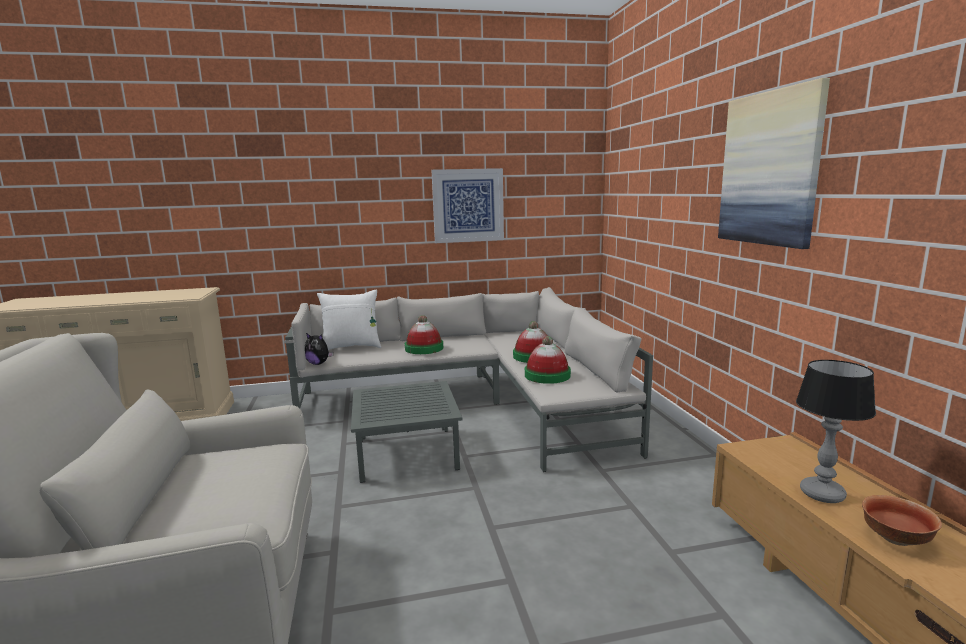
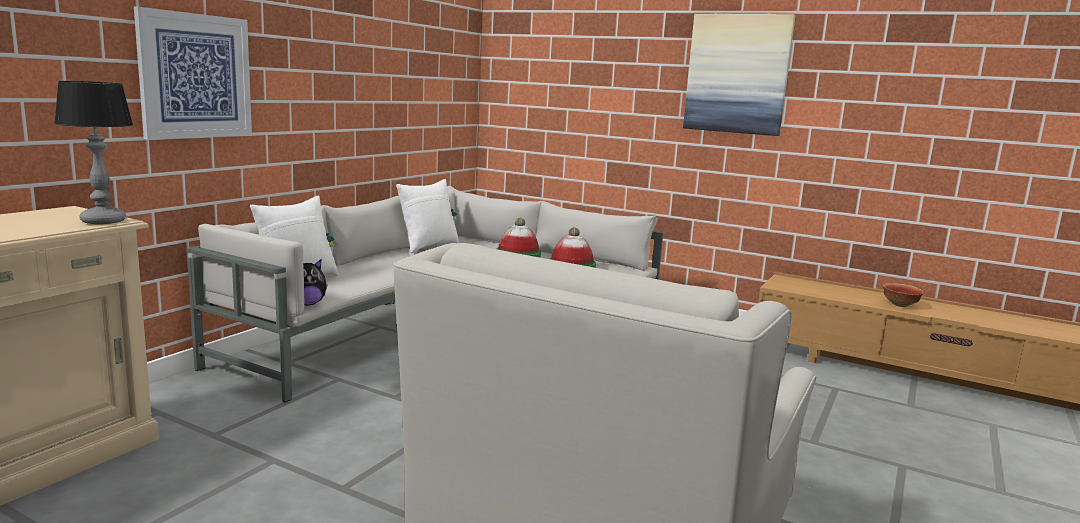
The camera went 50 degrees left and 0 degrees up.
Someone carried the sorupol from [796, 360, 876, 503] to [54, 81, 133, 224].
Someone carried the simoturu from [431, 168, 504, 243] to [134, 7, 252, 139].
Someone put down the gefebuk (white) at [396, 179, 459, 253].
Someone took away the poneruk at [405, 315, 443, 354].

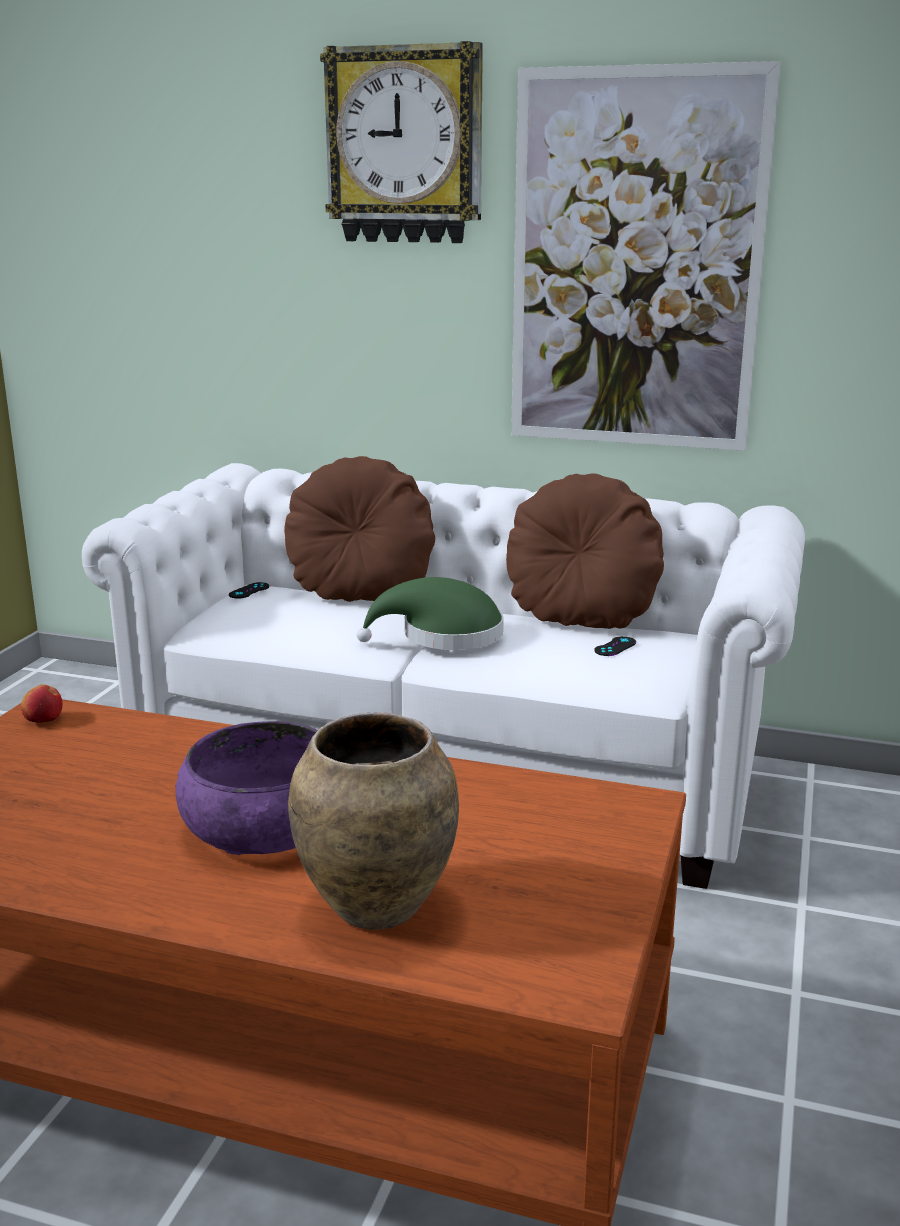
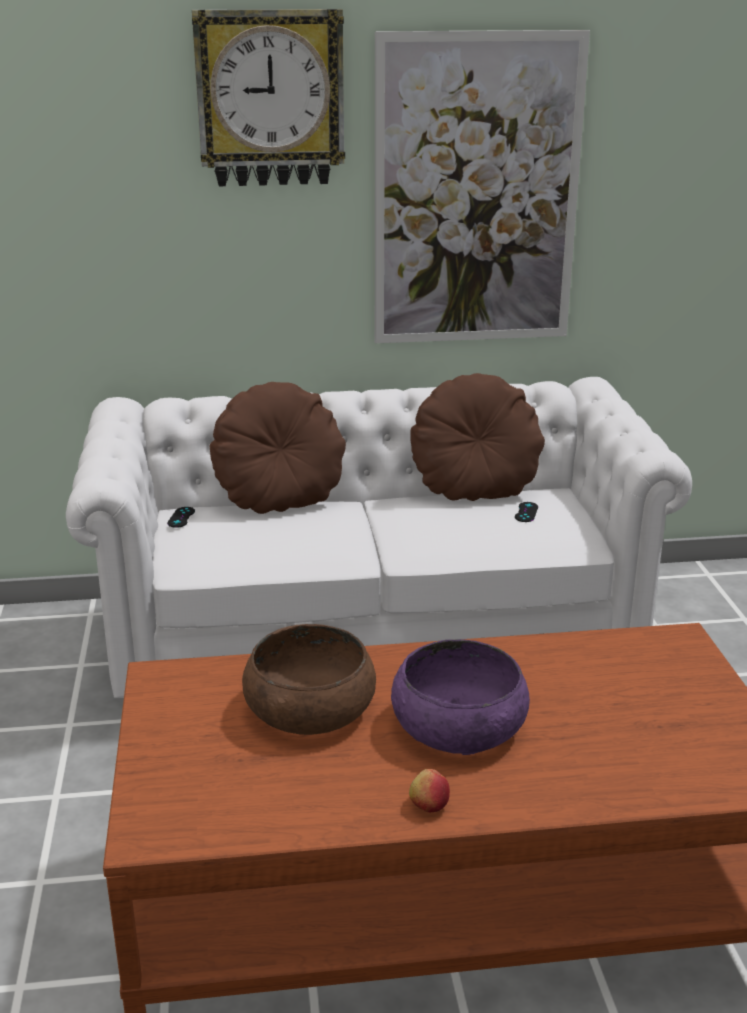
The camera went 25 degrees left and 5 degrees up.
Someone put down the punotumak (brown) at [242, 624, 376, 735].
Someone carried the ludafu from [21, 684, 63, 723] to [409, 769, 450, 812].
Someone took away the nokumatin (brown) at [288, 712, 459, 930].
Someone took away the poneruk (green) at [357, 577, 504, 650].

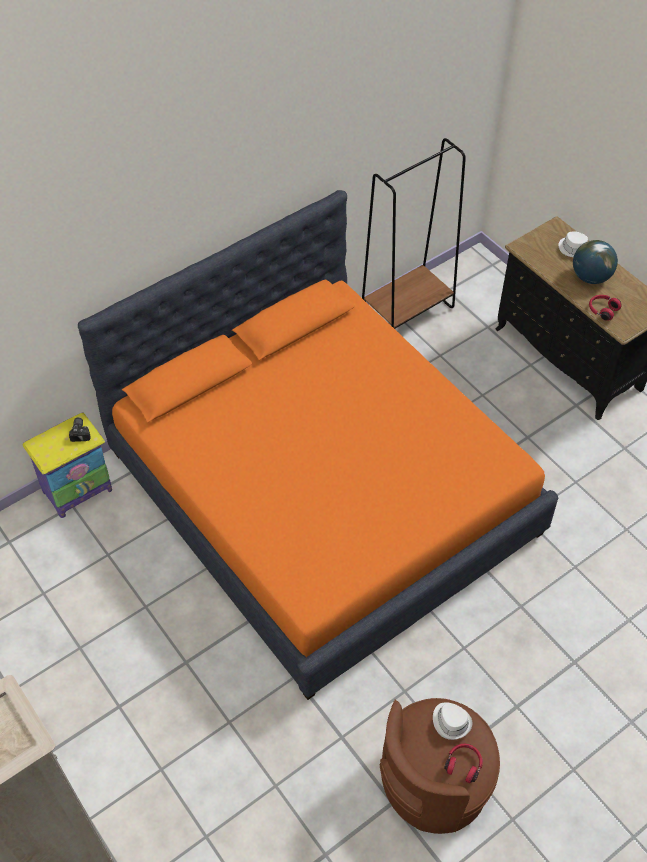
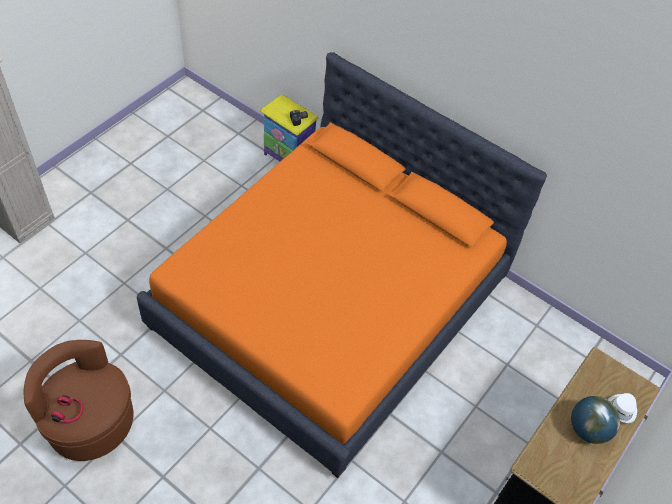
The camera went 70 degrees right and 0 degrees up.
Someone took away the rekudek at [362, 138, 466, 329].
Someone took away the poneruk (white) at [433, 702, 473, 740].
Someone took away the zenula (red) at [589, 295, 622, 321].

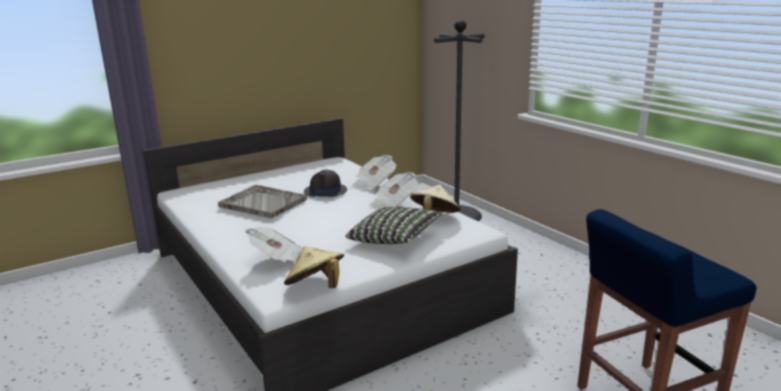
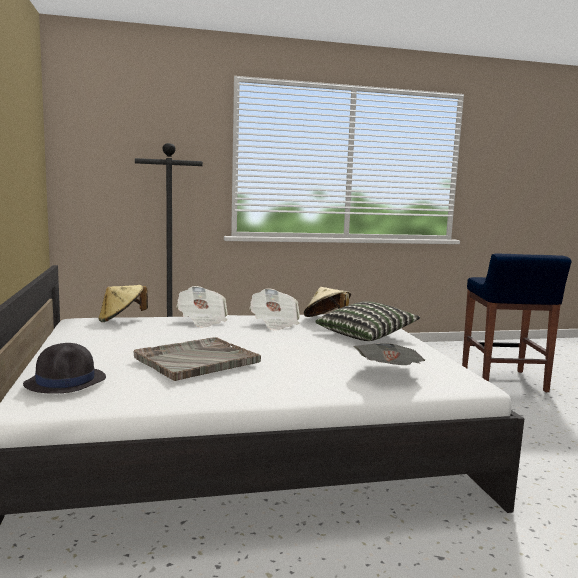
The camera went 70 degrees left and 10 degrees down.
Someone carried the poneruk (black) from [304, 170, 347, 197] to [23, 343, 106, 394].
Someone carried the poneruk (beige) from [284, 246, 344, 288] to [99, 285, 148, 322].

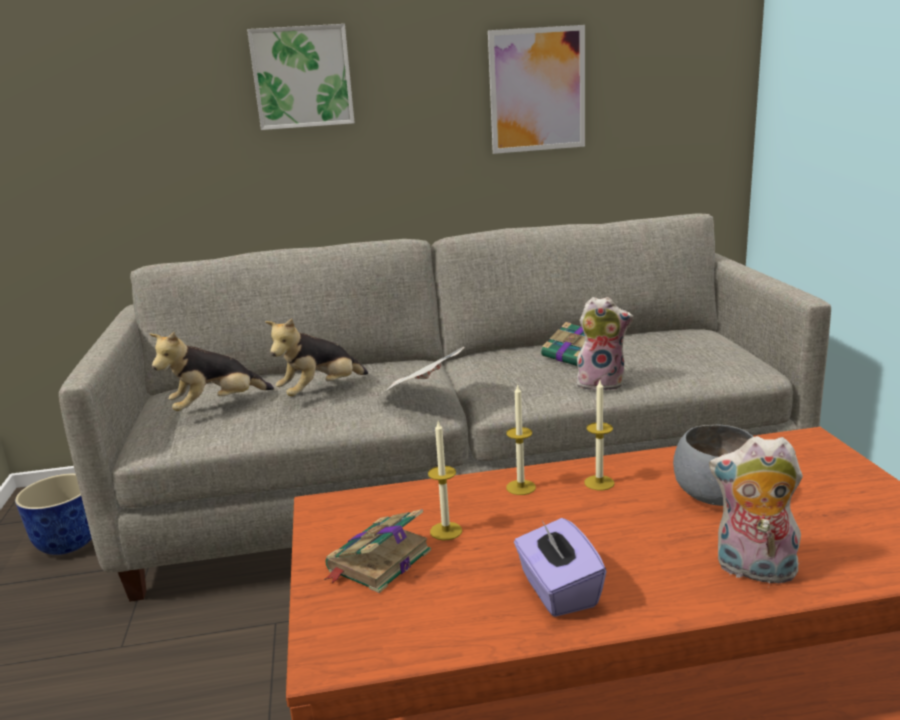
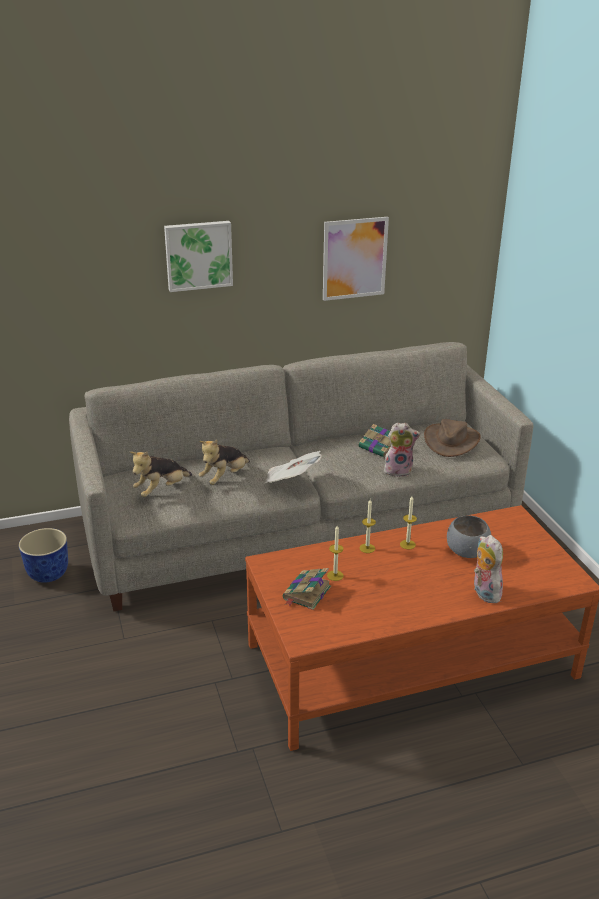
The camera went 10 degrees left and 10 degrees up.
Someone put down the poneruk (brown) at [424, 419, 481, 457].
Someone rotated the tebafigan at [709, 436, 803, 588] by 60 degrees clockwise.
Someone took away the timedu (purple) at [514, 518, 607, 617].

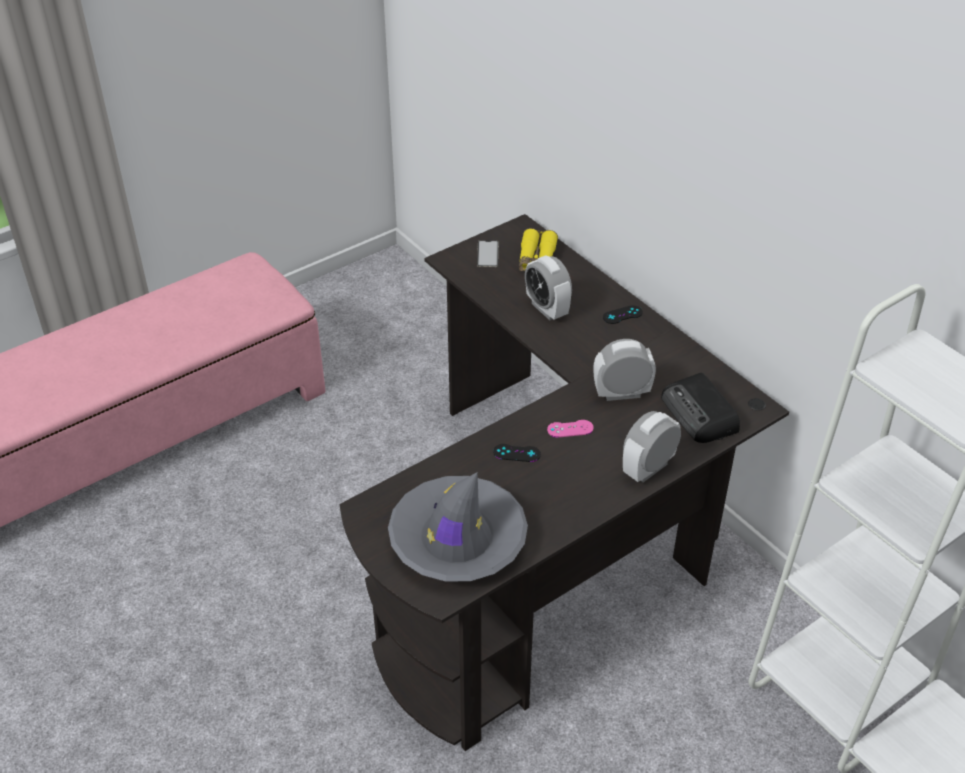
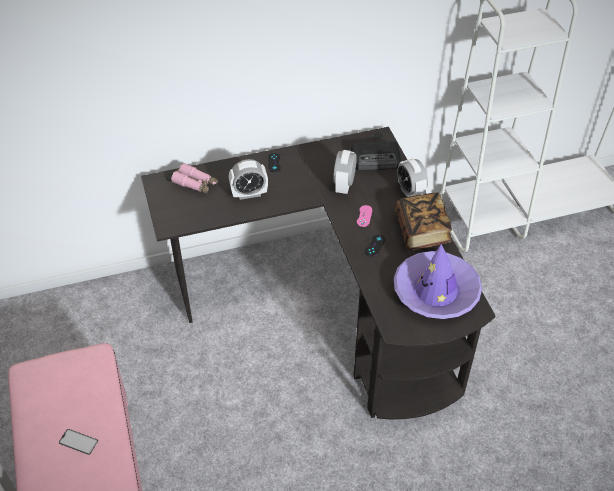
The camera went 70 degrees left and 5 degrees up.
Someone carried the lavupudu from [477, 240, 499, 267] to [59, 429, 98, 455].
Someone repainted the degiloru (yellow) at [519, 228, 558, 271], which became the degiloru (pink) at [171, 163, 218, 193].
Someone repainted the poneruk (grey) at [388, 472, 528, 582], which became the poneruk (purple) at [394, 244, 482, 319].
Someone put down the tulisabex at [395, 192, 452, 251].

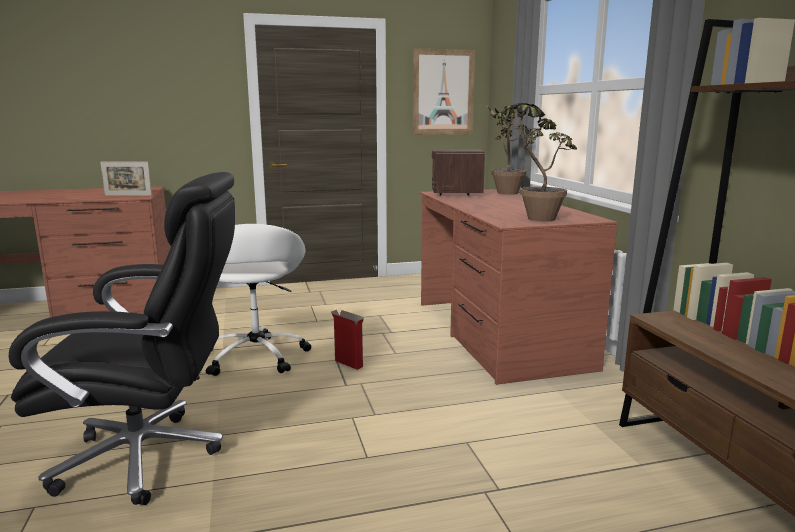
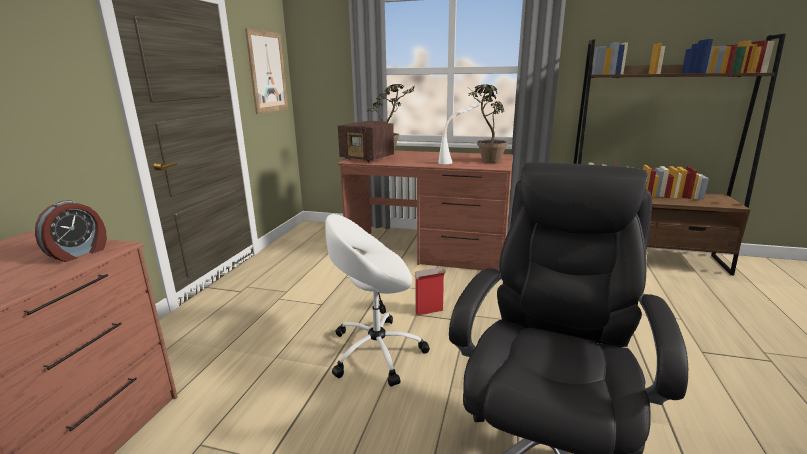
The camera went 60 degrees left and 5 degrees up.
Someone swapped the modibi at [100, 162, 152, 196] for the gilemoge at [35, 200, 107, 262].
Someone rotated the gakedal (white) at [206, 224, 311, 376] by 150 degrees clockwise.
Someone put down the sorupol (white) at [438, 103, 481, 164].

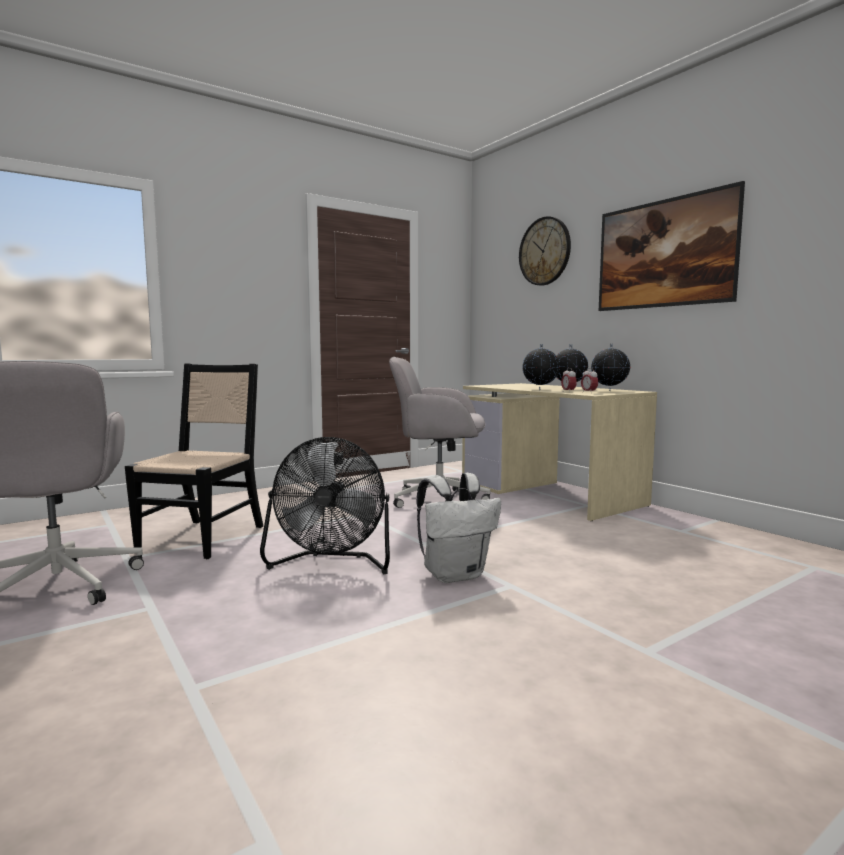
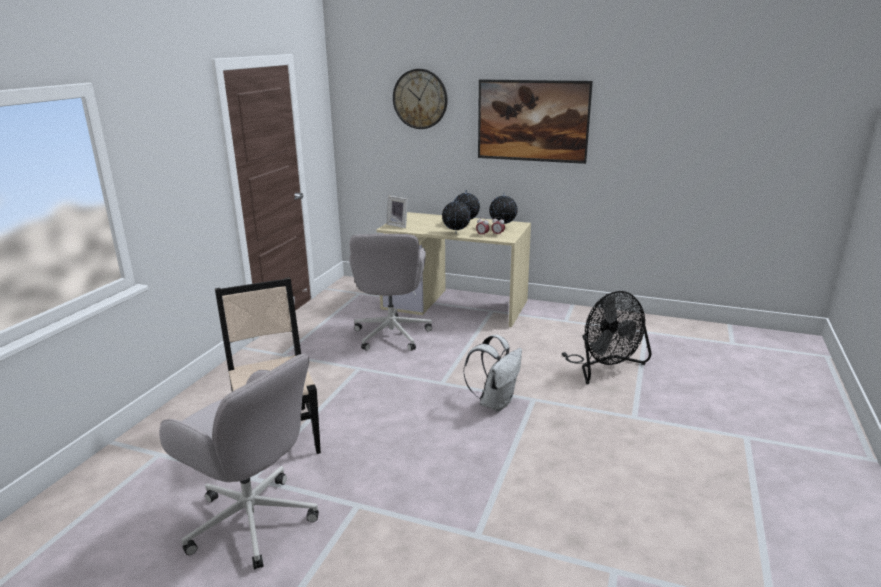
The camera went 35 degrees left and 15 degrees up.
Someone rotated the gakedal (grey) at [389, 357, 490, 508] by 60 degrees counterclockwise.
Someone put down the modibi at [386, 196, 408, 228].
Someone carried the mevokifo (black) from [260, 437, 390, 575] to [562, 291, 652, 384].

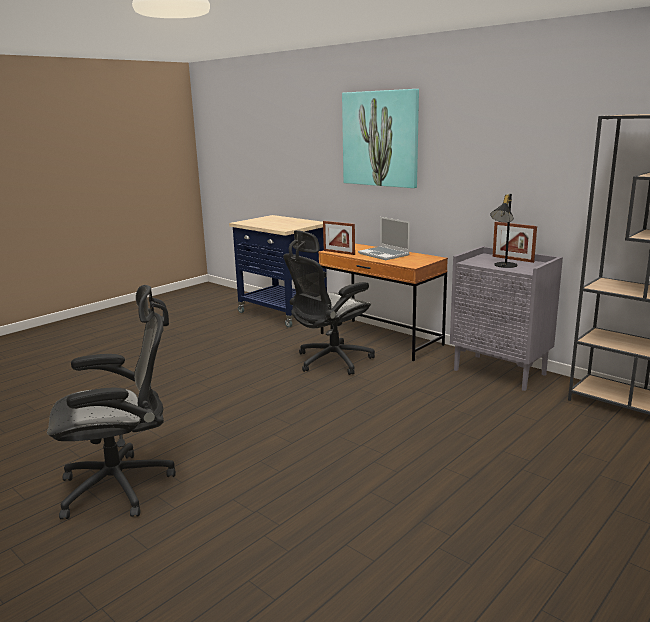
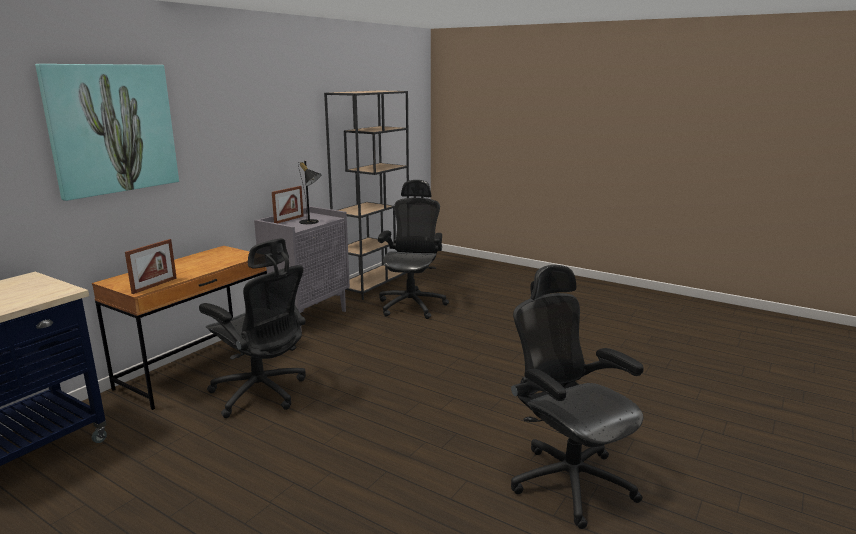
The camera went 100 degrees left and 0 degrees up.
Someone put down the gakedal at [378, 180, 449, 319].
Someone took away the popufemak at [358, 217, 410, 260].

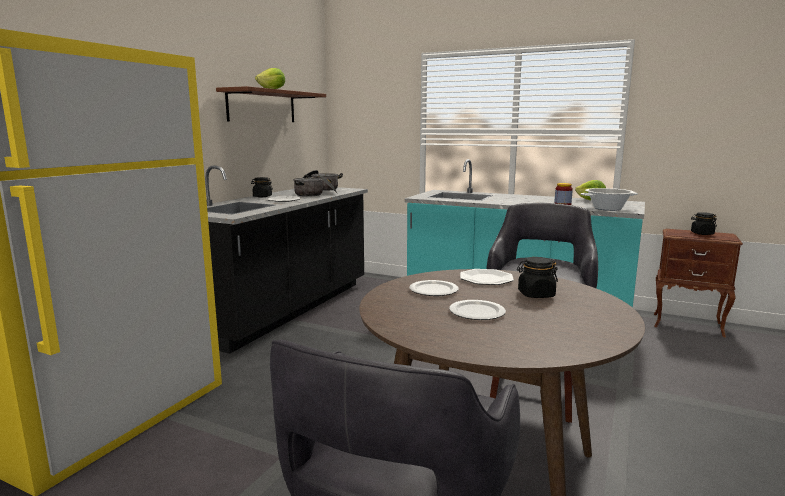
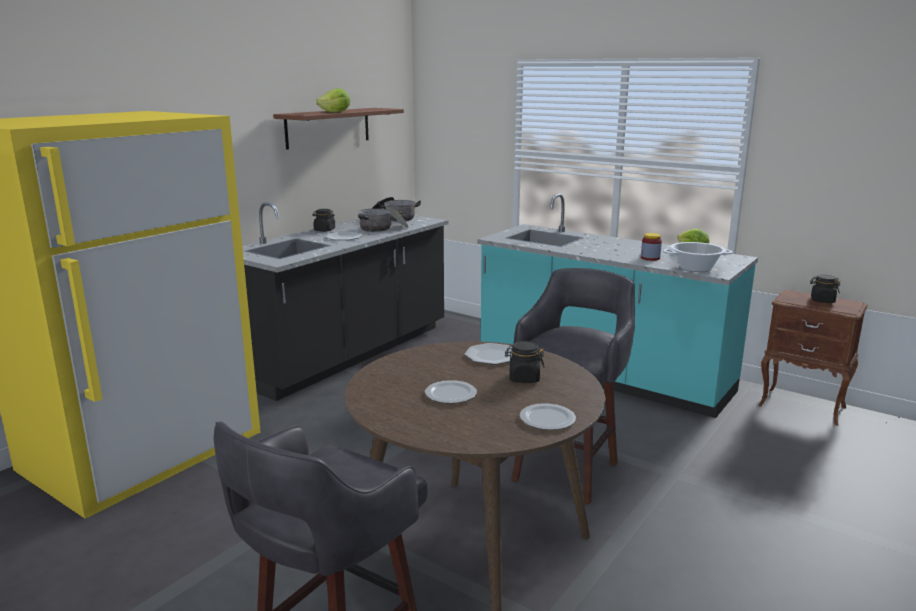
The camera went 10 degrees right and 5 degrees up.
Someone carried the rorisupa from [409, 280, 459, 296] to [520, 403, 576, 430].

